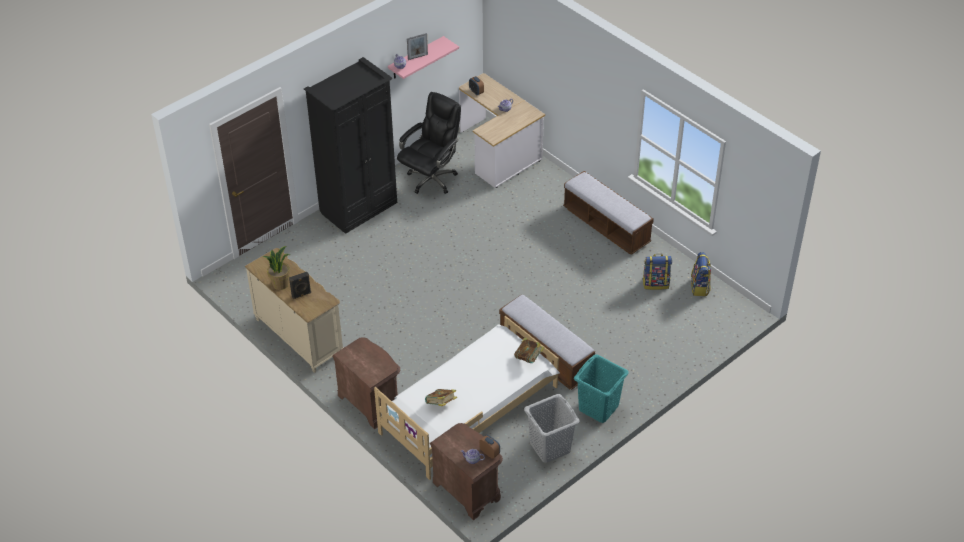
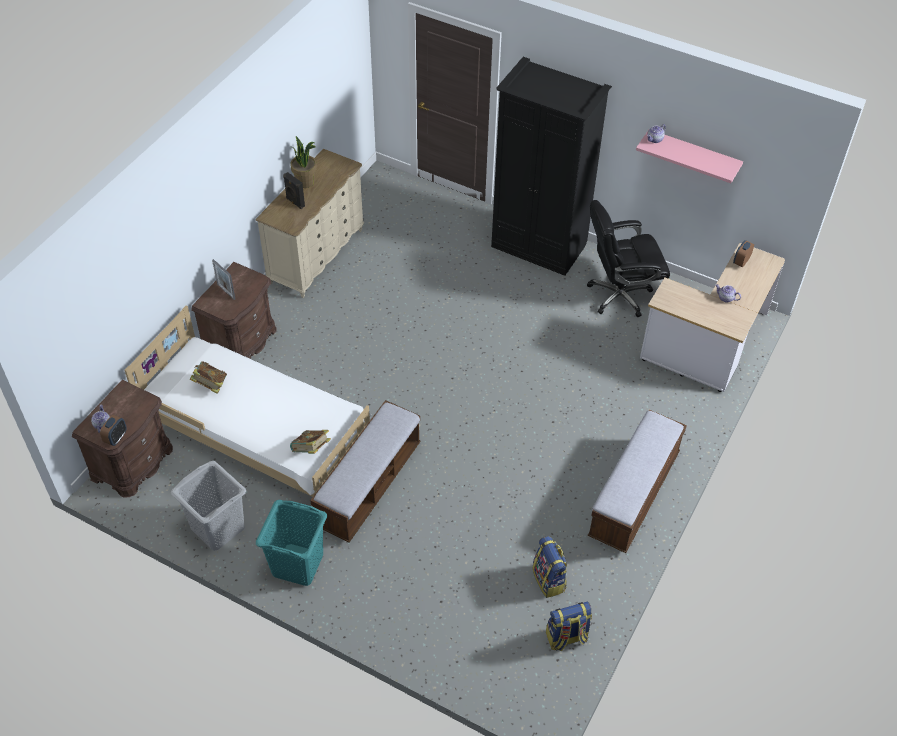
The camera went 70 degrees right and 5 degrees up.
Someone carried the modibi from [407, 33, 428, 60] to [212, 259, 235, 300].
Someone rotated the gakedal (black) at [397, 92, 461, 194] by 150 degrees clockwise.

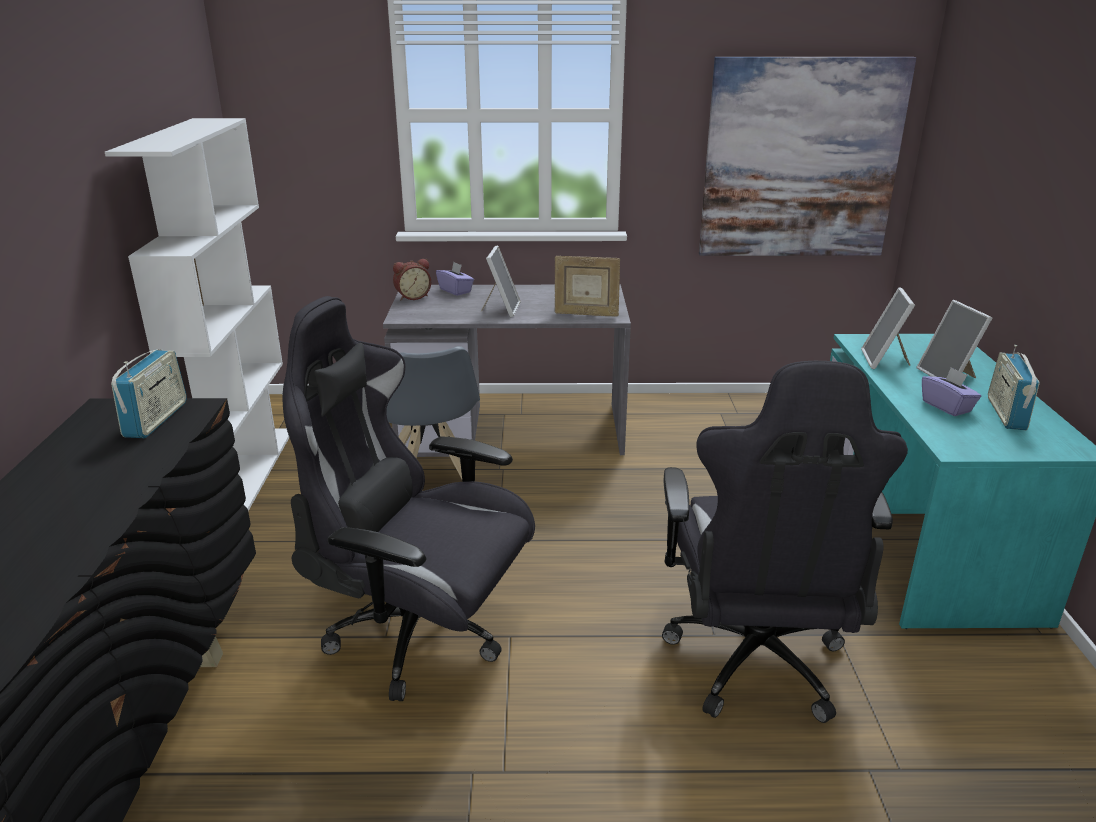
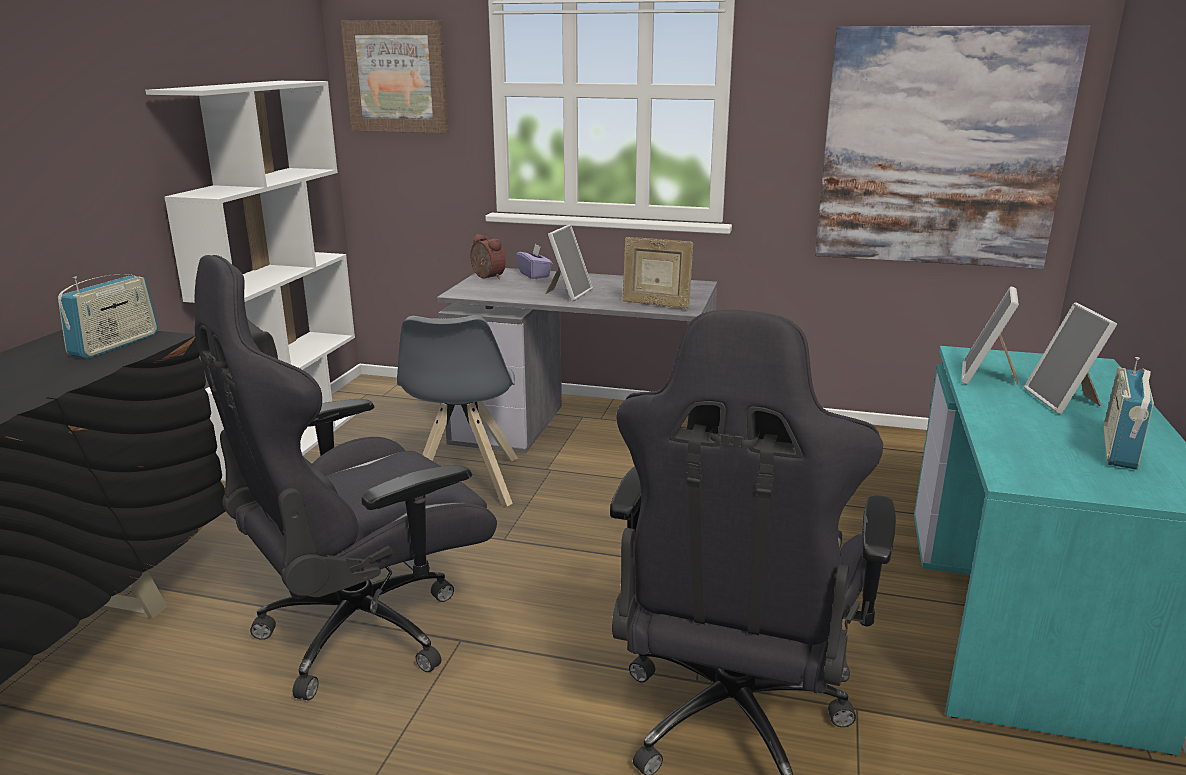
The camera went 15 degrees right and 5 degrees down.
Someone rotated the gakedal (black) at [283, 296, 535, 701] by 75 degrees counterclockwise.
Someone put up the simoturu at [341, 20, 449, 133].
Someone rotated the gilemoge at [393, 259, 431, 300] by 120 degrees counterclockwise.
Someone took away the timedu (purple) at [922, 367, 981, 416].

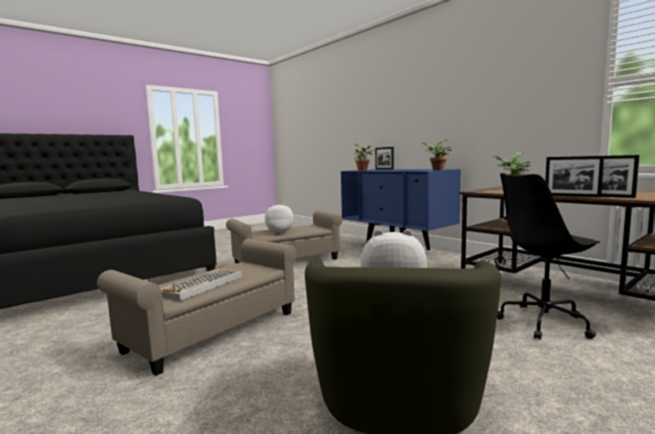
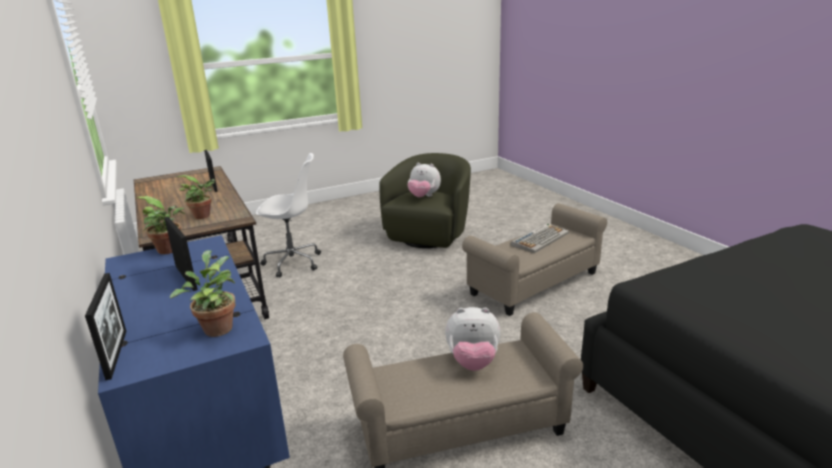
The camera went 165 degrees left and 15 degrees up.
Someone carried the modibi from [545, 156, 604, 197] to [164, 217, 198, 291].
Someone repainted the gakedal (black) at [497, 173, 600, 340], which became the gakedal (white) at [256, 153, 321, 277].

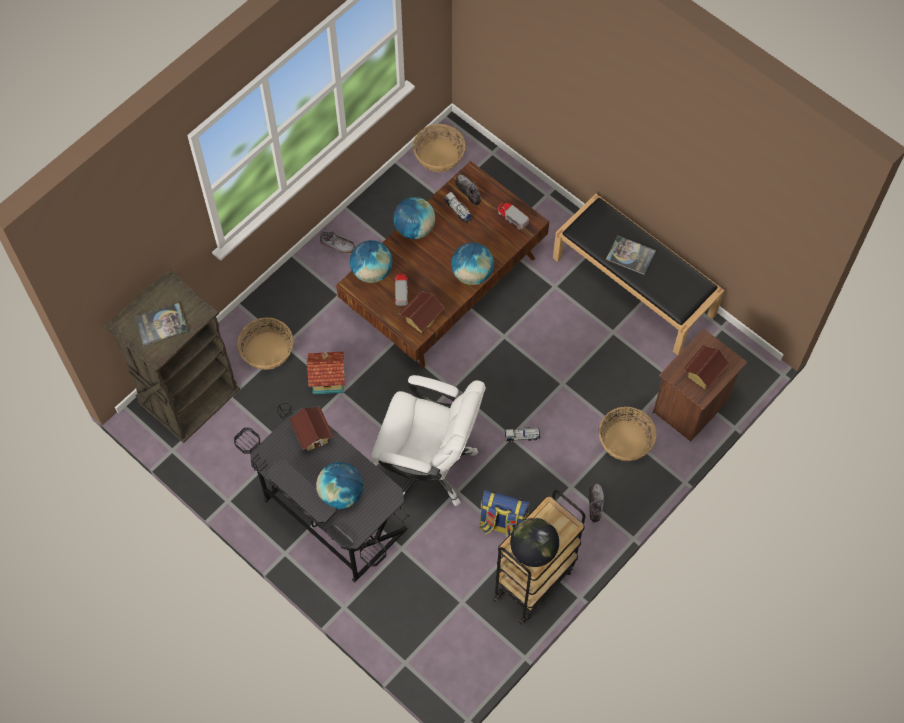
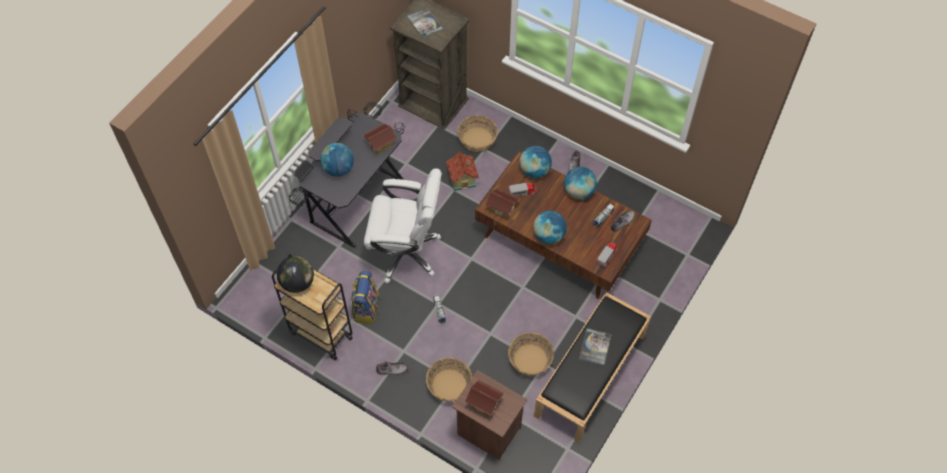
The camera went 80 degrees right and 5 degrees down.
Someone rotated the gakedal (white) at [371, 375, 486, 506] by 90 degrees counterclockwise.
Someone carried the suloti from [413, 124, 465, 172] to [508, 332, 554, 376].

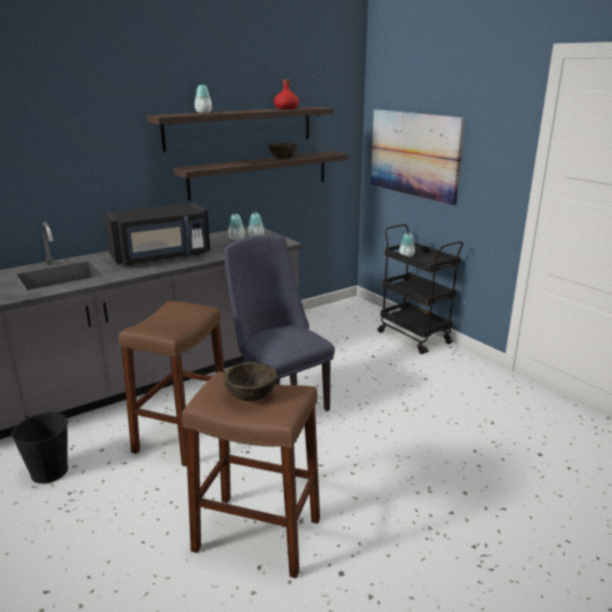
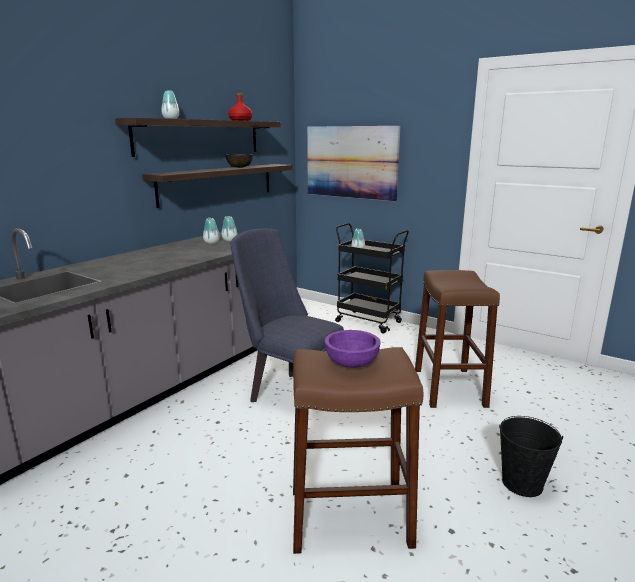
The camera went 20 degrees left and 5 degrees down.
Someone repainted the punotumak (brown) at [224, 362, 277, 401], which became the punotumak (purple) at [325, 330, 380, 368].
Someone carried the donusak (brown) from [119, 301, 225, 467] to [415, 270, 500, 408].
Someone carried the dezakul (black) from [12, 412, 68, 484] to [499, 416, 563, 497].
Someone took away the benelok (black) at [104, 203, 210, 266].

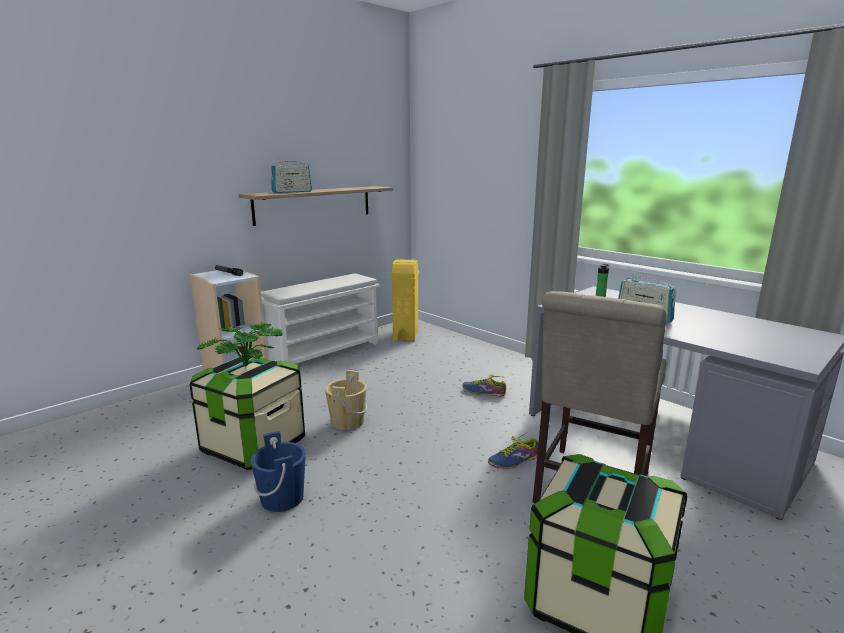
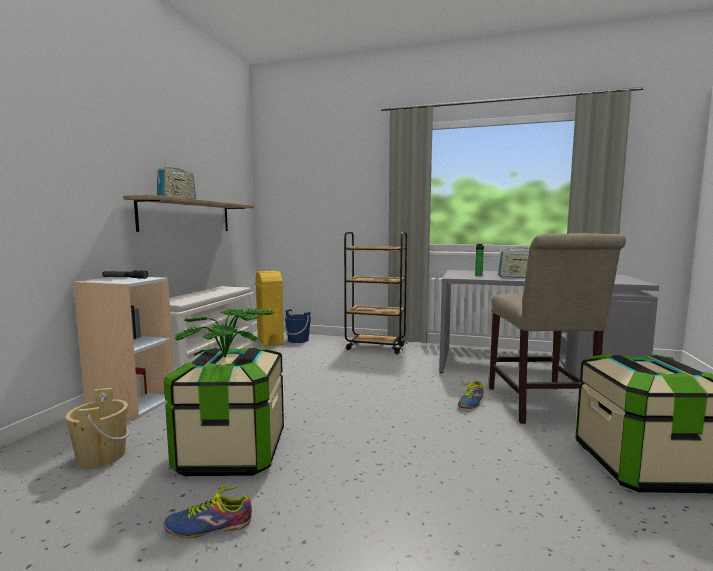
The camera went 30 degrees left and 10 degrees down.
Someone carried the dezakul (beige) from [325, 370, 367, 430] to [65, 388, 130, 468].
Someone carried the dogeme from [462, 375, 506, 397] to [163, 485, 252, 539].
Someone carried the dezakul (blue) from [250, 431, 306, 512] to [285, 309, 311, 343].
Someone put down the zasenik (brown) at [344, 232, 407, 354].

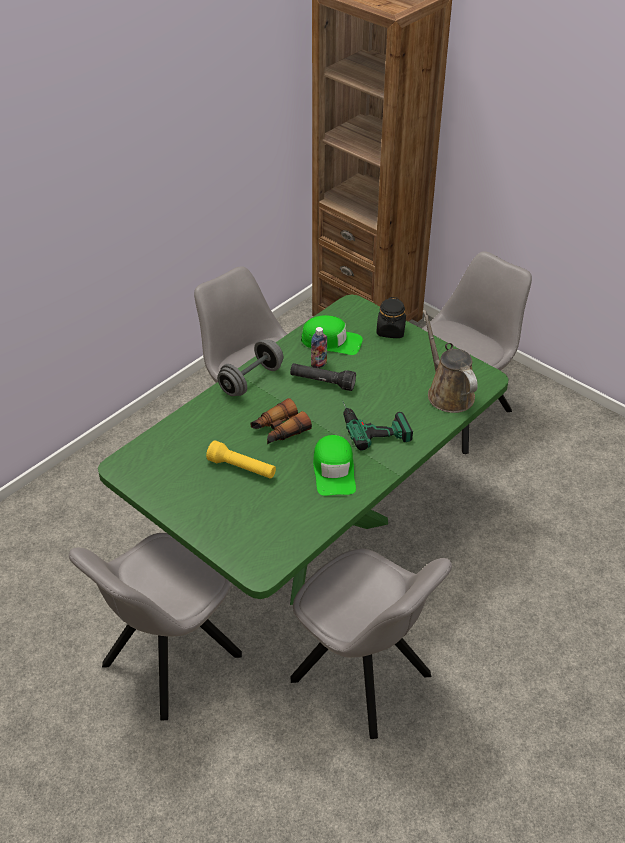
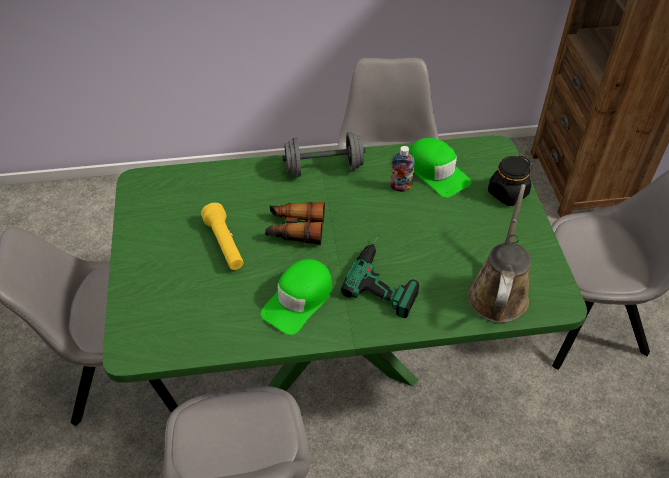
The camera went 40 degrees right and 5 degrees up.
Someone took away the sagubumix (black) at [290, 363, 356, 391].

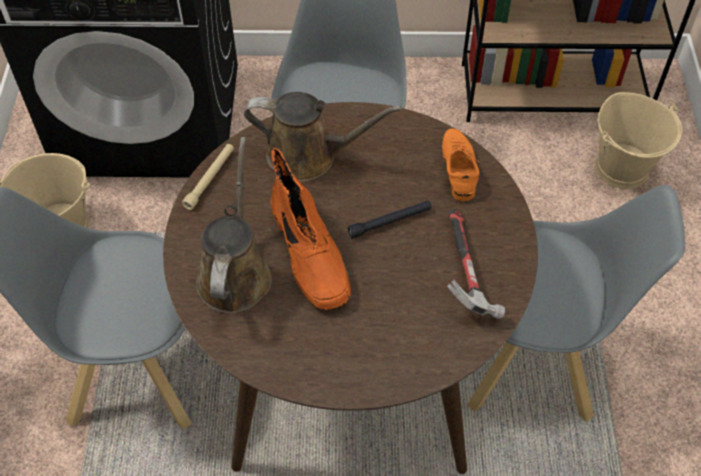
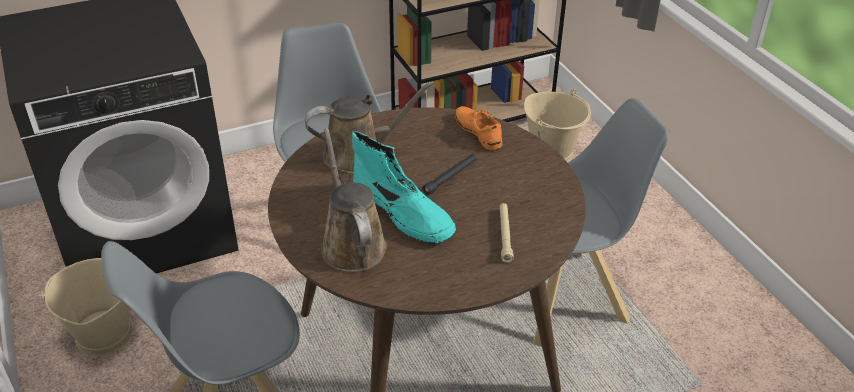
The camera went 25 degrees left and 15 degrees down.
Someone repainted the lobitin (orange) at [270, 148, 351, 310], which became the lobitin (turquoise) at [352, 131, 456, 243].
Someone carried the sagubumix (beige) from [182, 144, 234, 210] to [500, 203, 514, 263].
Someone took away the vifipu at [447, 209, 505, 319].

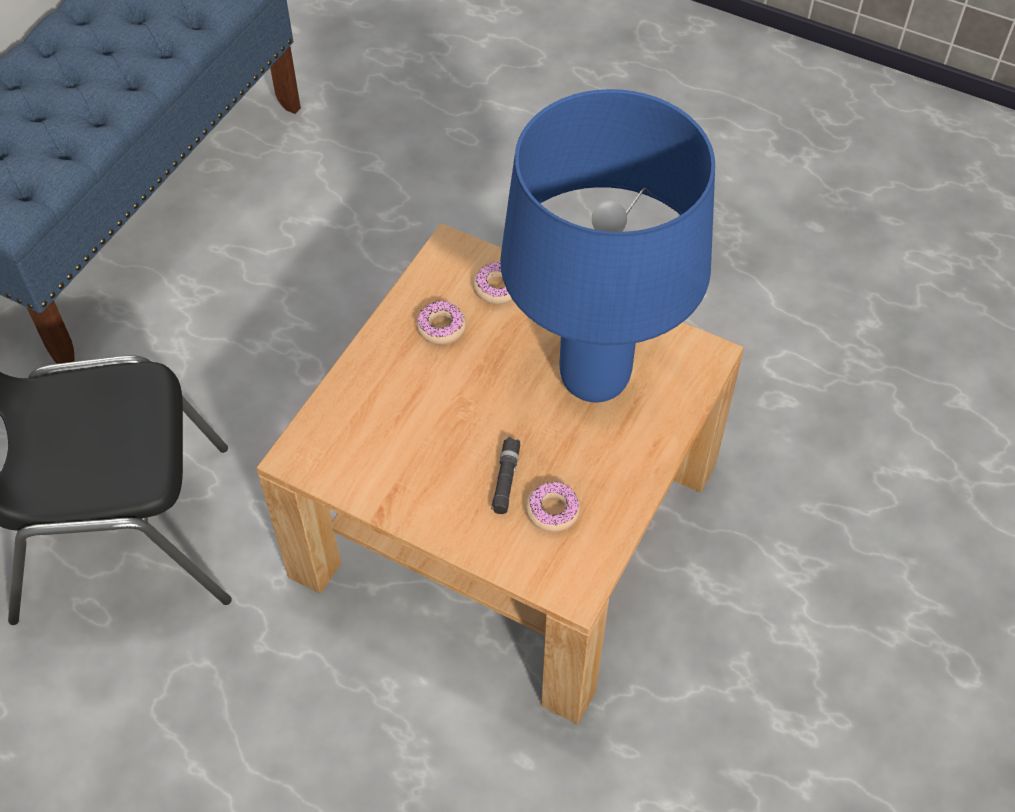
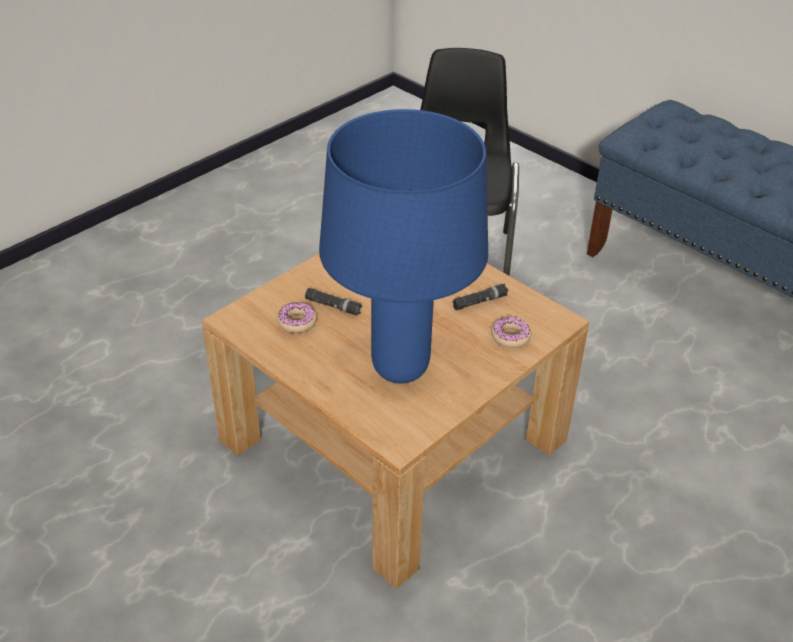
The camera went 105 degrees right and 15 degrees down.
Someone swapped the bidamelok at [416, 301, 466, 345] for the sagubumix (black) at [452, 284, 508, 310].

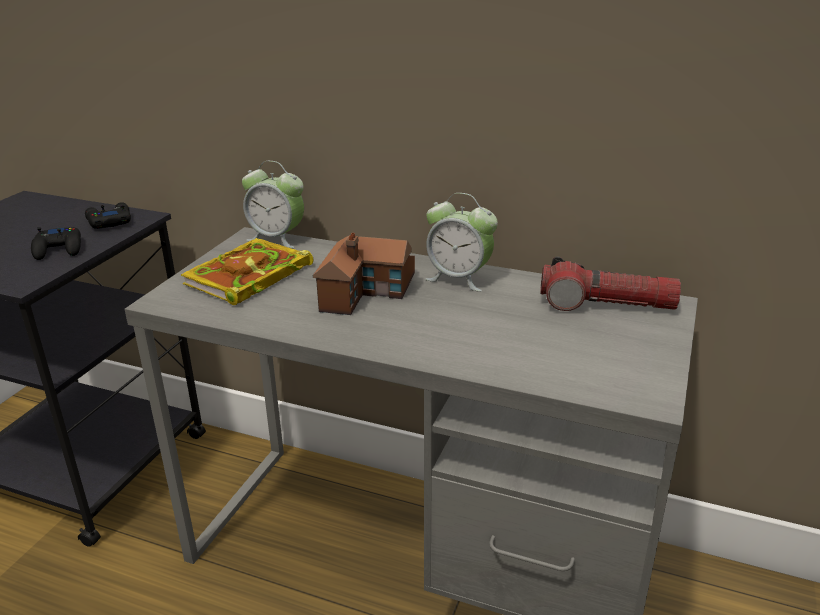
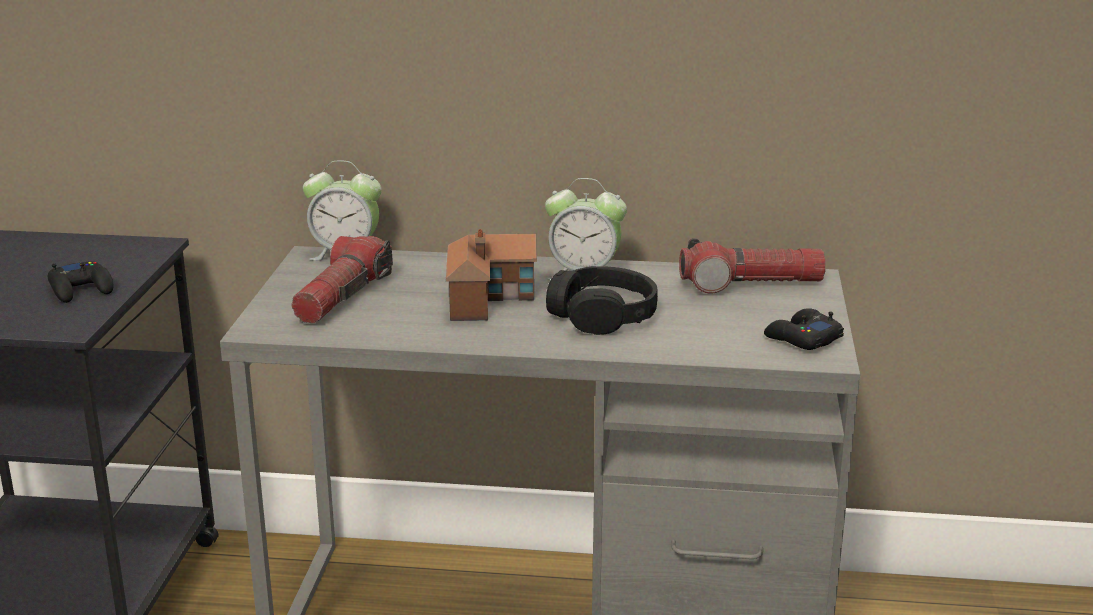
The camera went 15 degrees left and 5 degrees down.
Someone swapped the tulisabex at [181, 238, 313, 305] for the sagubumix at [291, 236, 393, 324].
Someone put down the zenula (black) at [546, 266, 658, 335].
Someone carried the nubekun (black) from [85, 202, 131, 229] to [764, 308, 844, 350].

